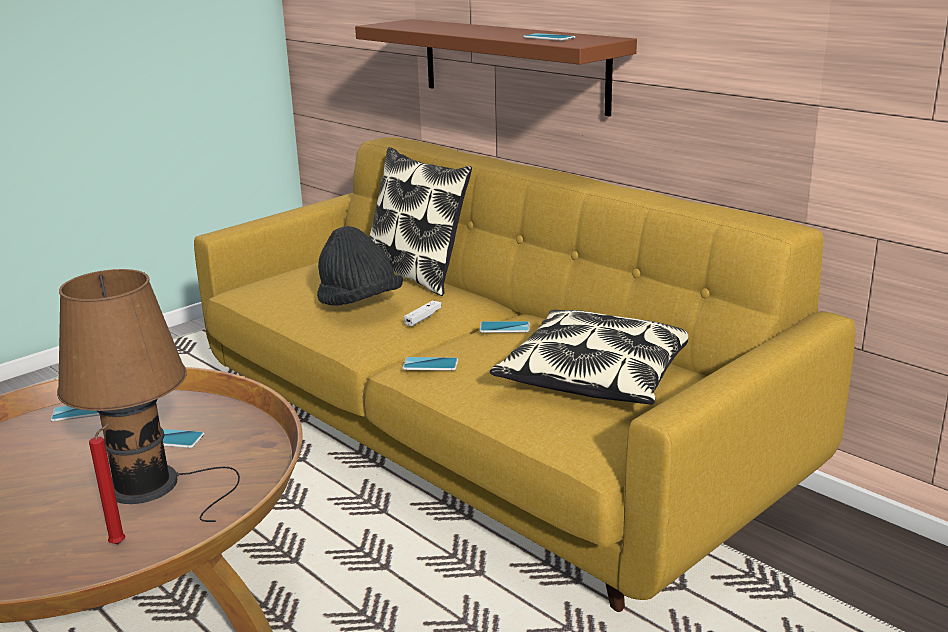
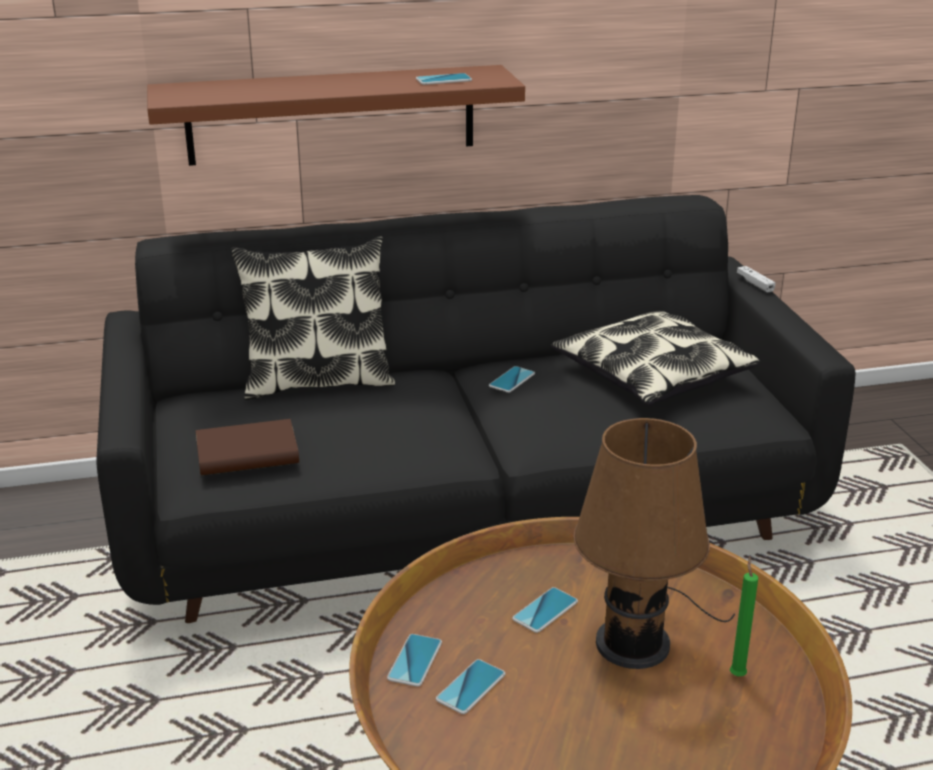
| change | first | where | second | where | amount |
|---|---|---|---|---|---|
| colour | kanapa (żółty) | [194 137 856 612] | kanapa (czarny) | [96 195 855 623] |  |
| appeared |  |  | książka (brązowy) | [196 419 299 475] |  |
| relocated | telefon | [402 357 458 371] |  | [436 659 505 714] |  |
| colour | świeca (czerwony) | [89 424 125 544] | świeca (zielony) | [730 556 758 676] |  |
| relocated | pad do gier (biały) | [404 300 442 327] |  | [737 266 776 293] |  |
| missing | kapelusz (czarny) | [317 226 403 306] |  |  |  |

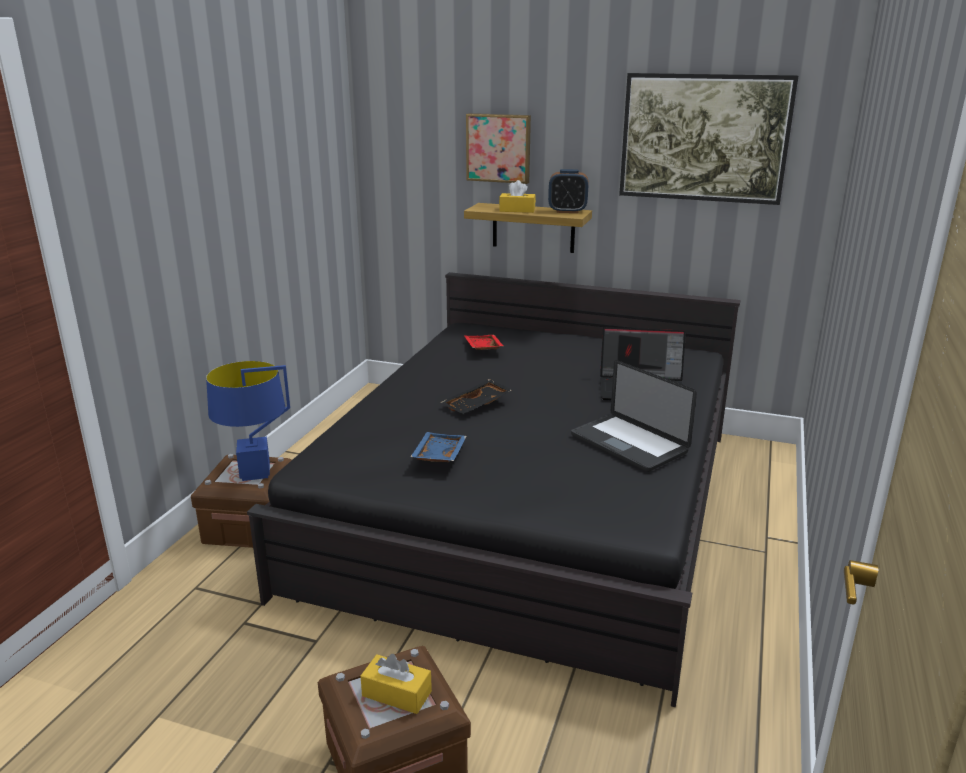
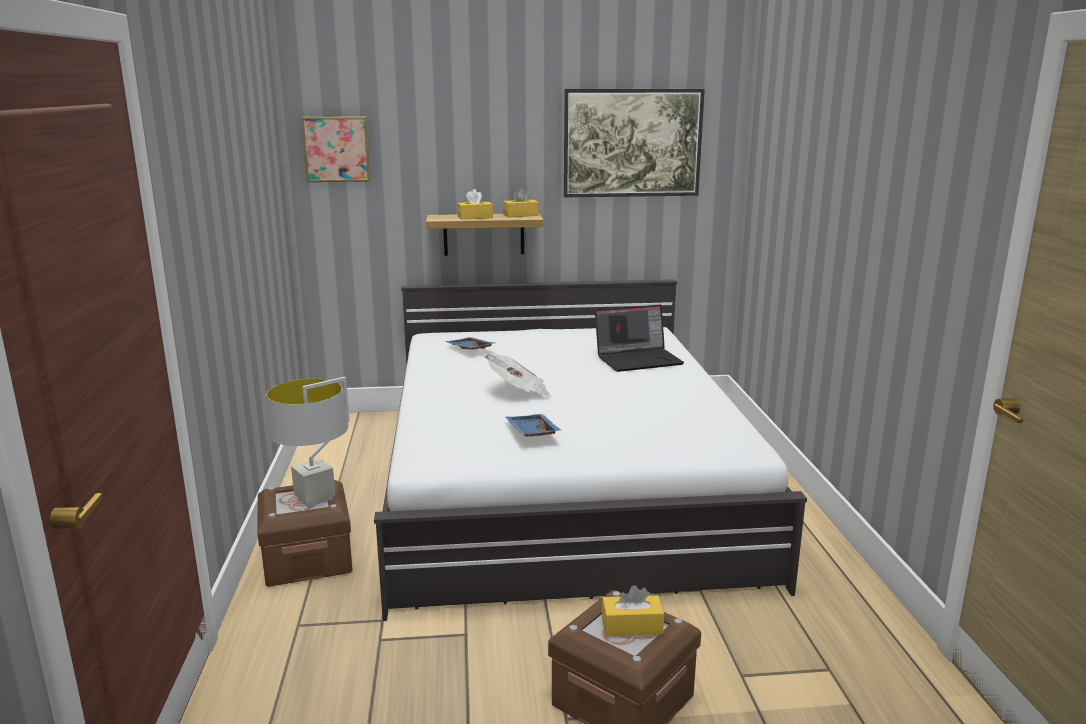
| change | first | where | second | where | amount |
|---|---|---|---|---|---|
| colour | lampa stołowa (niebieski) | [206 361 290 481] | lampa stołowa (szary) | [266 377 350 507] |  |
| relocated | obraz | [466 113 531 184] |  | [301 117 371 182] |  |
| colour | łóżko (czarny) | [247 272 740 707] | łóżko (biały) | [374 279 807 621] |  |
| colour | taca (czerwony) | [465 335 504 350] | taca (niebieski) | [445 337 494 350] |  |
| exchanged | taca (czarny) | [440 379 512 414] | gazeta | [483 354 551 397] |  |
| exchanged | budzik | [548 169 589 213] | pudełko chusteczek (żółty) | [503 188 538 217] |  |
| missing | laptop | [571 360 697 472] |  |  |  |

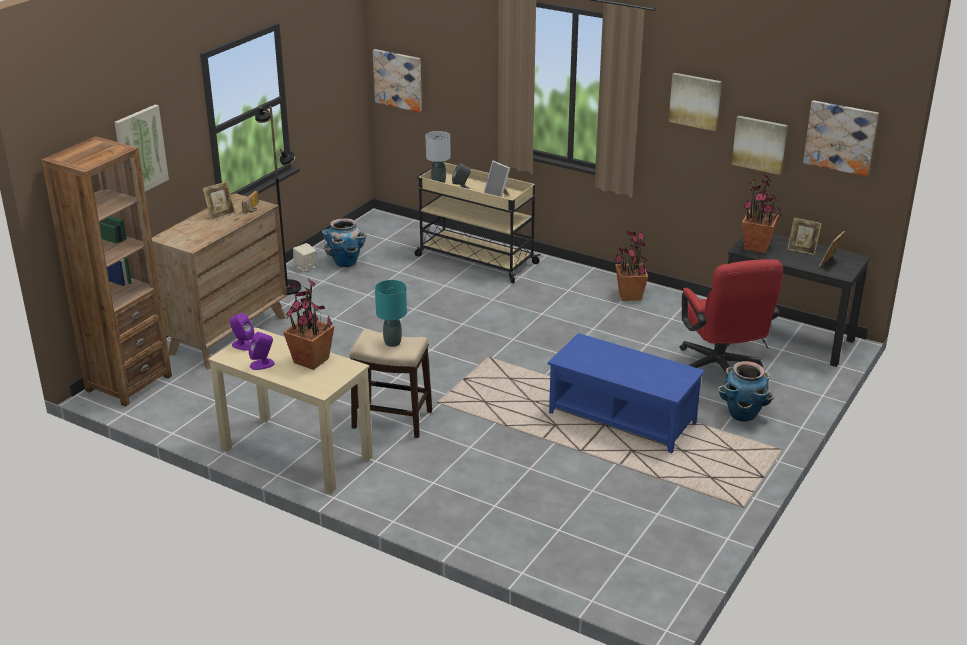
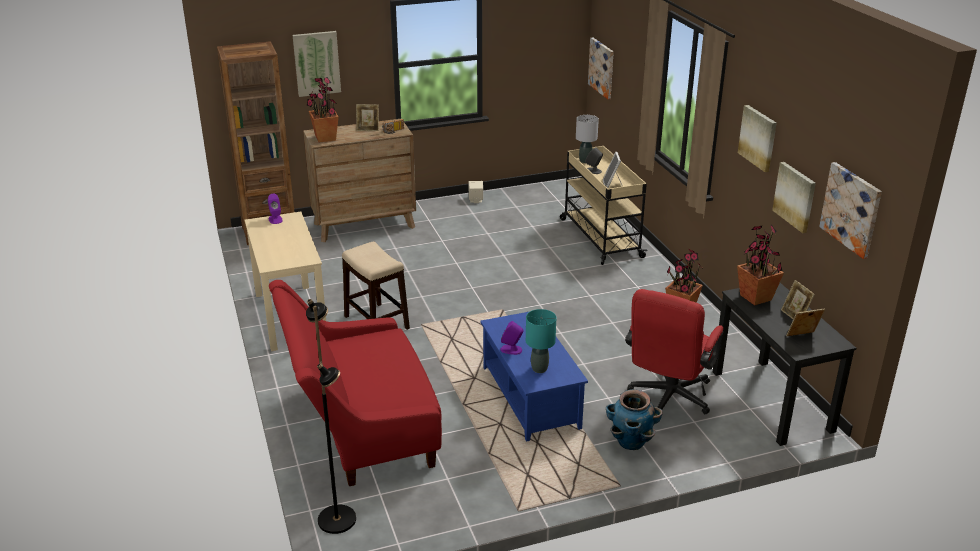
| change | first | where | second | where | amount |
|---|---|---|---|---|---|
| appeared |  |  | kanapa (czerwony) | [269 280 442 486] |  |
| relocated | lampa stojąca (czarny) | [255 105 301 295] |  | [306 299 356 534] |  |
| relocated | roślina doniczkowa | [283 278 334 370] |  | [307 77 339 143] |  |
| relocated | głośnik (fioletowy) | [248 332 275 370] |  | [500 321 523 355] |  |
| relocated | lampa stołowa (turkusowy) | [375 280 407 347] |  | [526 309 556 373] |  |
| missing | donica | [322 218 366 267] |  |  |  |

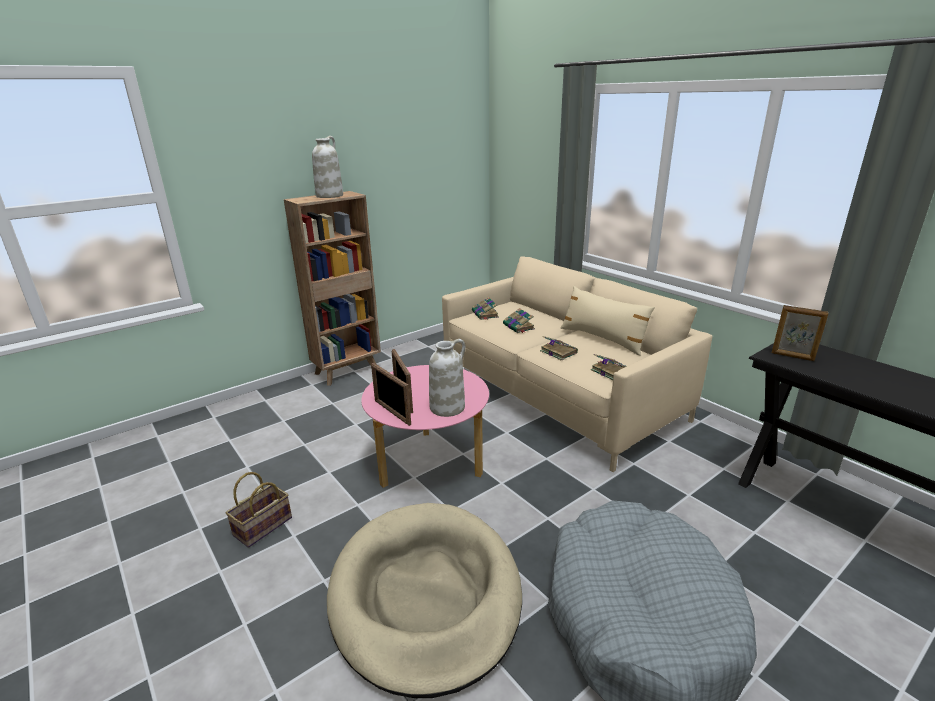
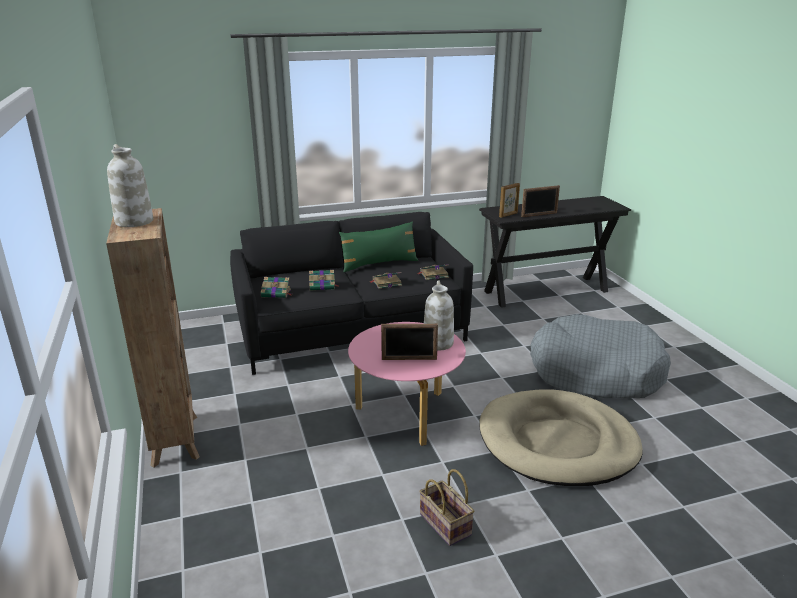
| change | first | where | second | where | amount |
|---|---|---|---|---|---|
| colour | kanapa (beżowy) | [442 256 713 472] | kanapa (czarny) | [230 212 473 375] |  |
| colour | poduszka (beżowy) | [561 286 655 356] | poduszka (zielony) | [339 221 418 272] |  |
| relocated | ramka na zdjęcie | [371 363 411 426] |  | [521 185 560 217] |  |

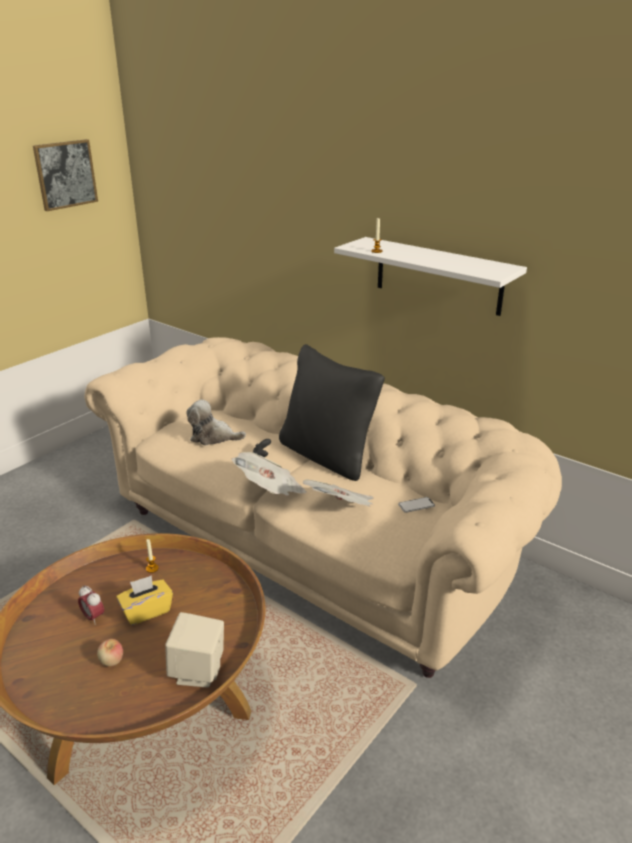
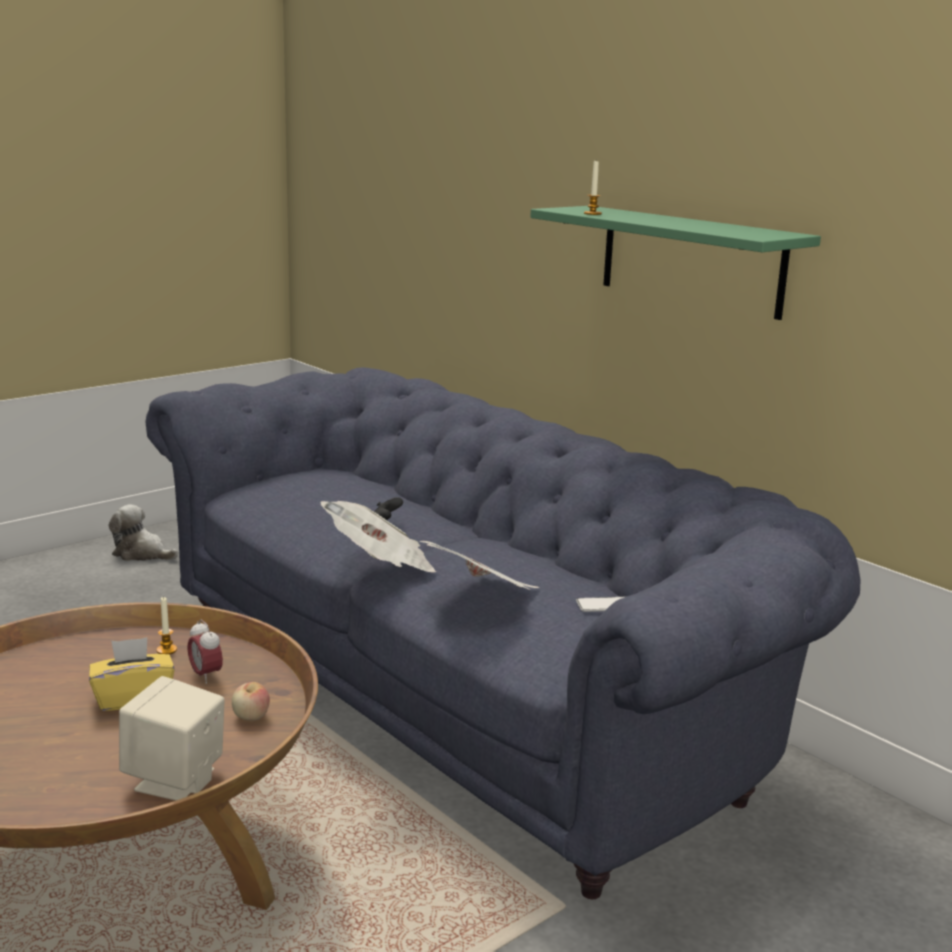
| change | first | where | second | where | amount |
|---|---|---|---|---|---|
| relocated | pluszak | [186 400 246 445] |  | [109 504 178 561] |  |
| colour | kanapa (beżowy) | [84 337 562 678] | kanapa (niebieski) | [145 367 861 899] |  |
| relocated | budzik | [78 585 104 625] |  | [188 619 223 684] |  |
| relocated | jabłko | [97 639 123 666] |  | [232 682 270 721] |  |
| colour | półka (biały) | [334 237 527 316] | półka (zielony) | [530 206 821 320] |  |
| missing | obraz | [33 139 98 211] |  |  |  |
| missing | poduszka (czarny) | [279 344 385 481] |  |  |  |

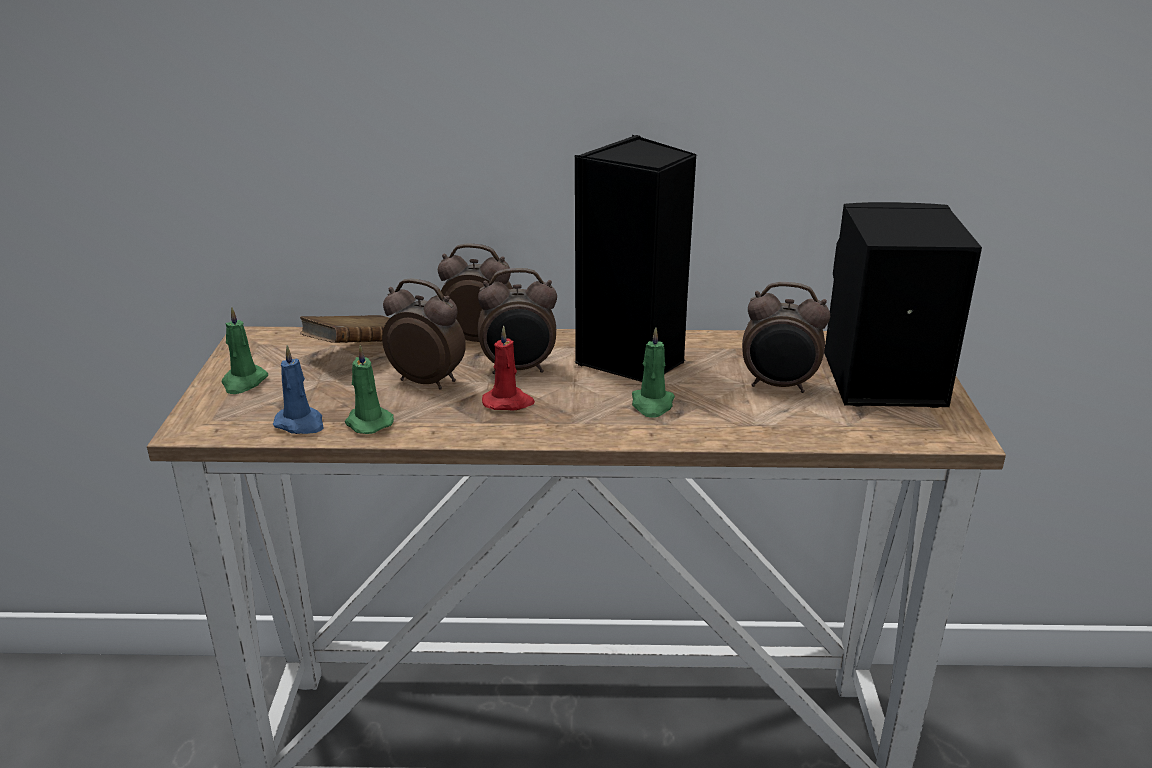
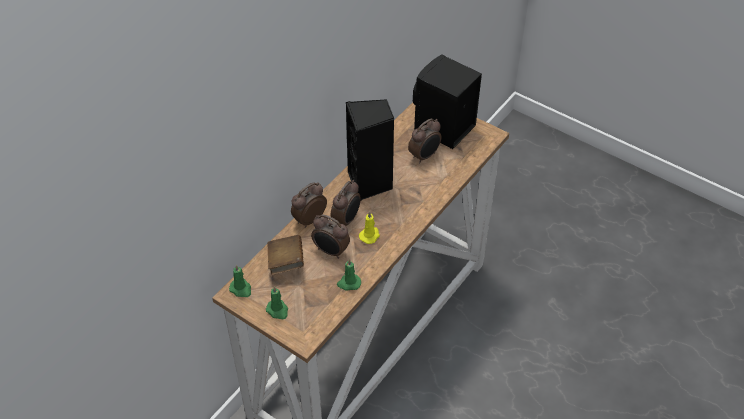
| change | first | where | second | where | amount |
|---|---|---|---|---|---|
| relocated | świeca (zielony) | [632 327 675 418] |  | [229 265 251 297] |  |
| spun | budzik | [382 278 466 390] |  | [311 214 350 259] | 120 degrees counterclockwise |
| colour | świeca (czerwony) | [482 326 535 411] | świeca (żółty) | [359 211 380 244] |  |
| missing | świeca (niebieski) | [273 345 323 434] |  |  |  |

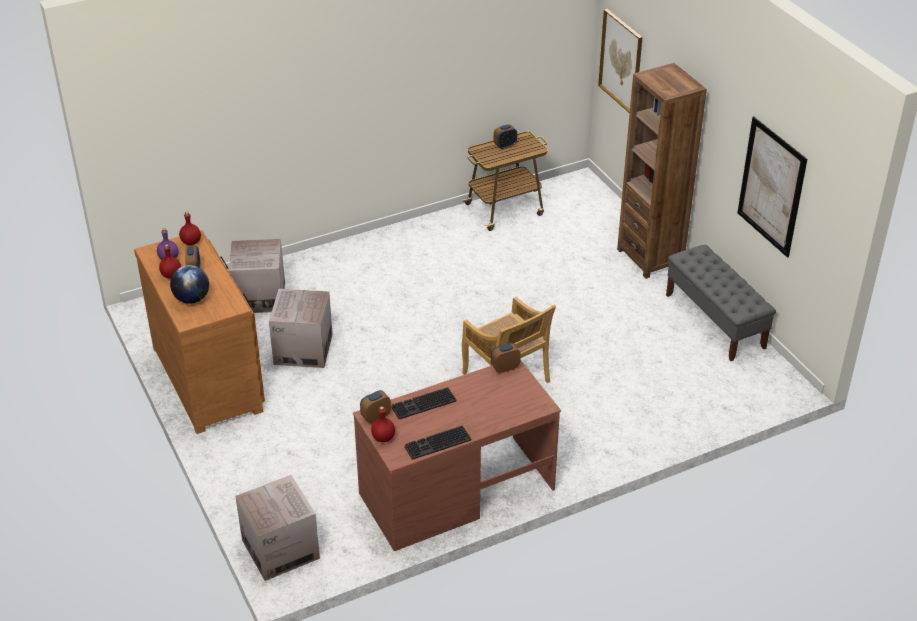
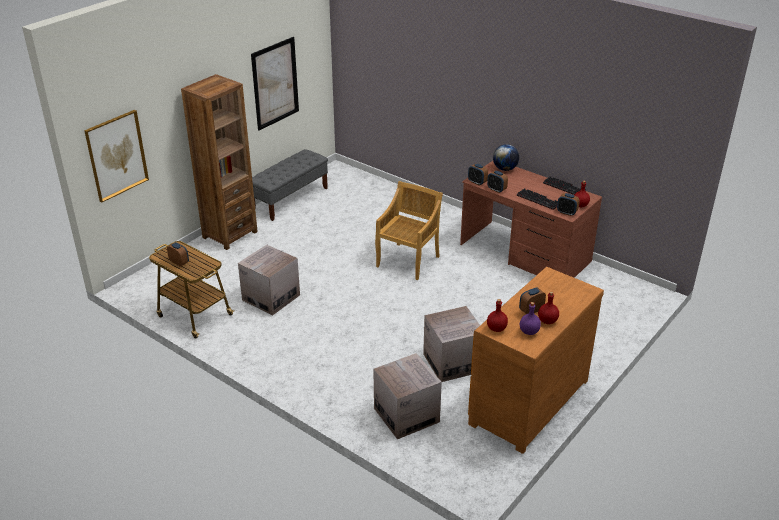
| change | first | where | second | where | amount |
|---|---|---|---|---|---|
| relocated | karton | [235 475 320 581] |  | [238 244 300 316] |  |
| appeared |  |  | budzik | [487 171 508 193] |  |
| relocated | globus | [170 265 209 304] |  | [493 144 519 171] |  |

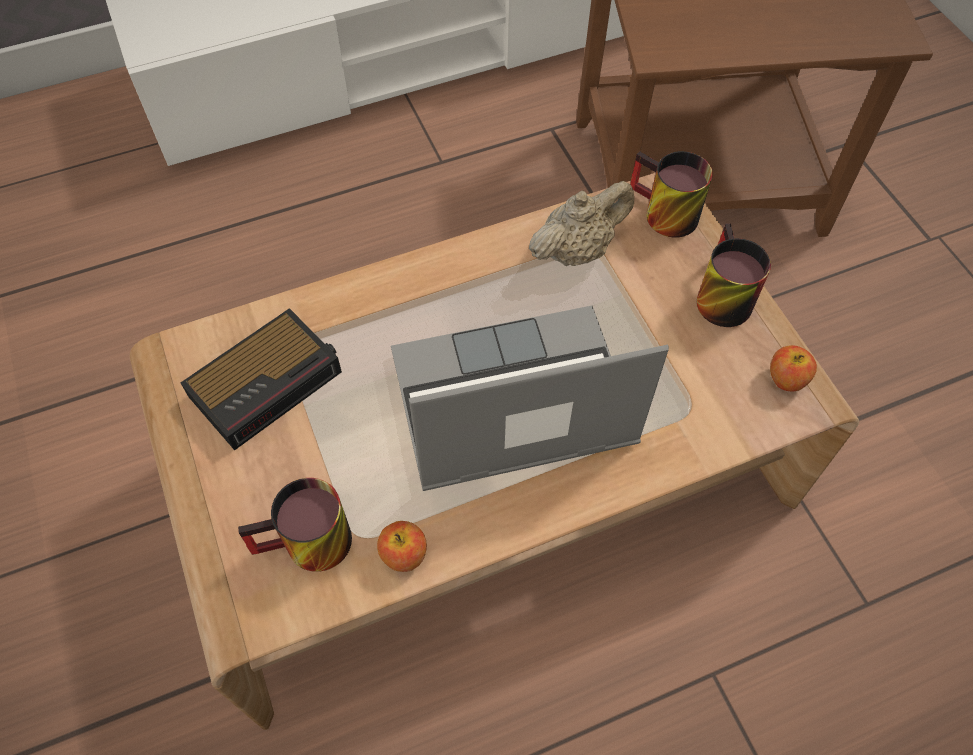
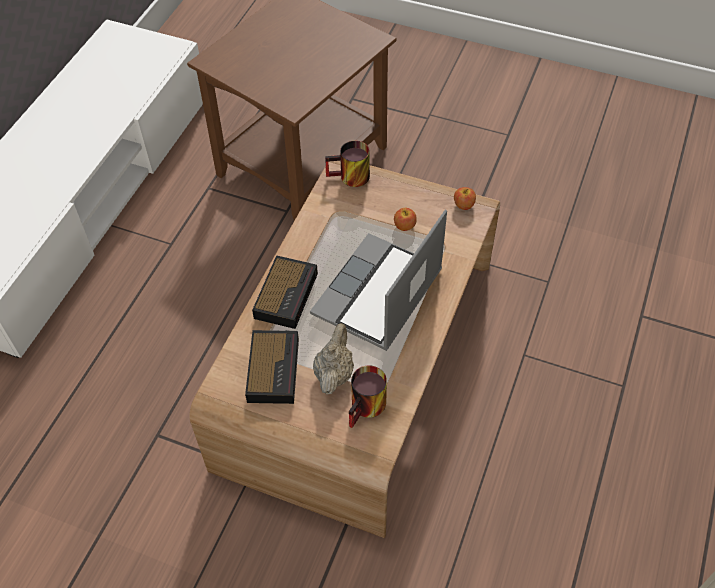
| change | first | where | second | where | amount |
|---|---|---|---|---|---|
| appeared |  |  | budzik | [252 255 318 329] |  |
| relocated | imbryk (beżowy) | [529 181 634 266] |  | [313 323 354 395] |  |
| relocated | jabłko | [377 521 427 572] |  | [394 208 417 231] |  |
| missing | kubek | [697 224 771 327] |  |  |  |

